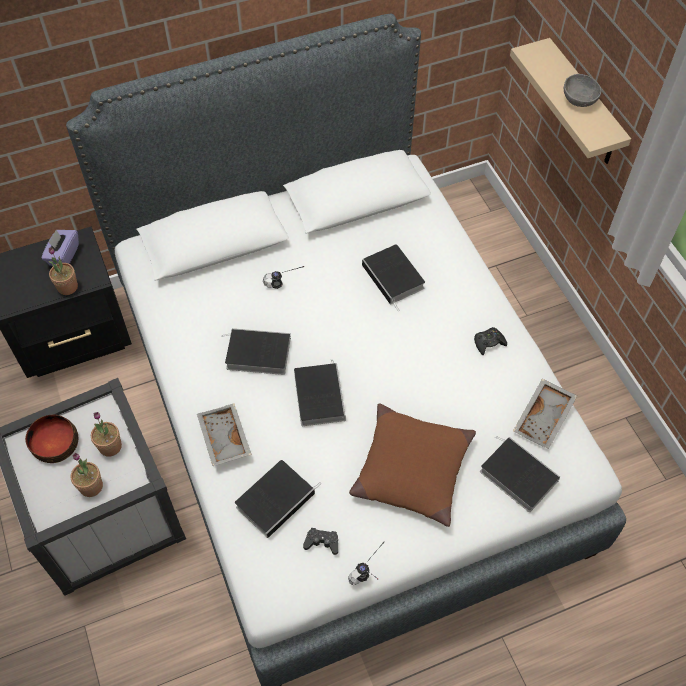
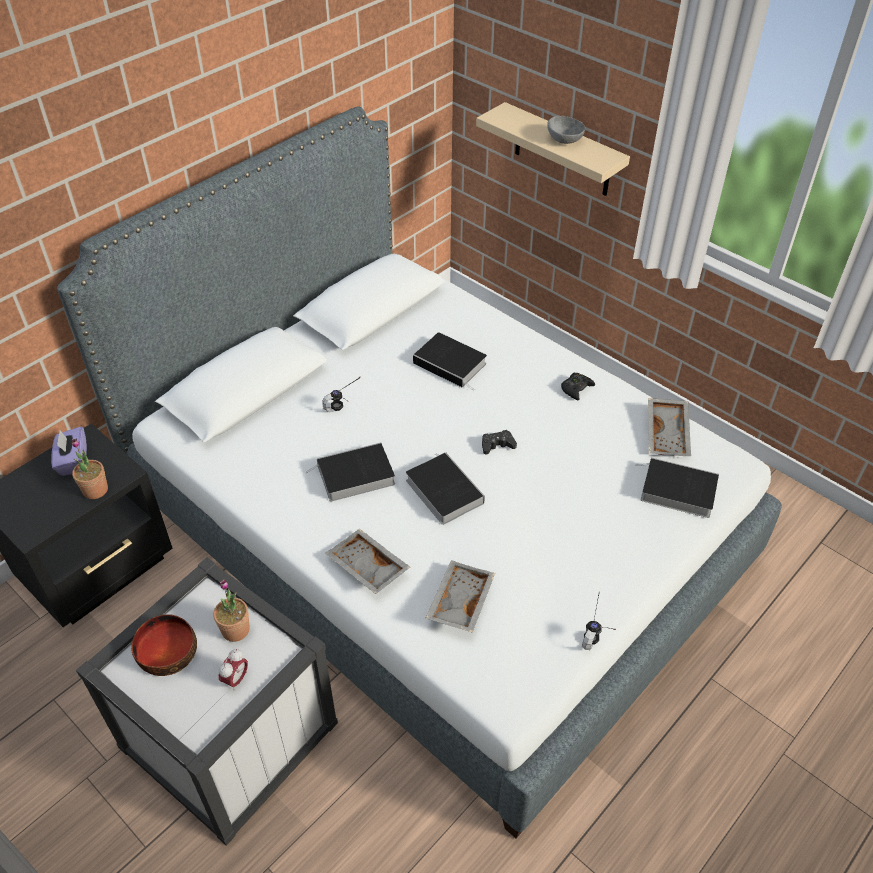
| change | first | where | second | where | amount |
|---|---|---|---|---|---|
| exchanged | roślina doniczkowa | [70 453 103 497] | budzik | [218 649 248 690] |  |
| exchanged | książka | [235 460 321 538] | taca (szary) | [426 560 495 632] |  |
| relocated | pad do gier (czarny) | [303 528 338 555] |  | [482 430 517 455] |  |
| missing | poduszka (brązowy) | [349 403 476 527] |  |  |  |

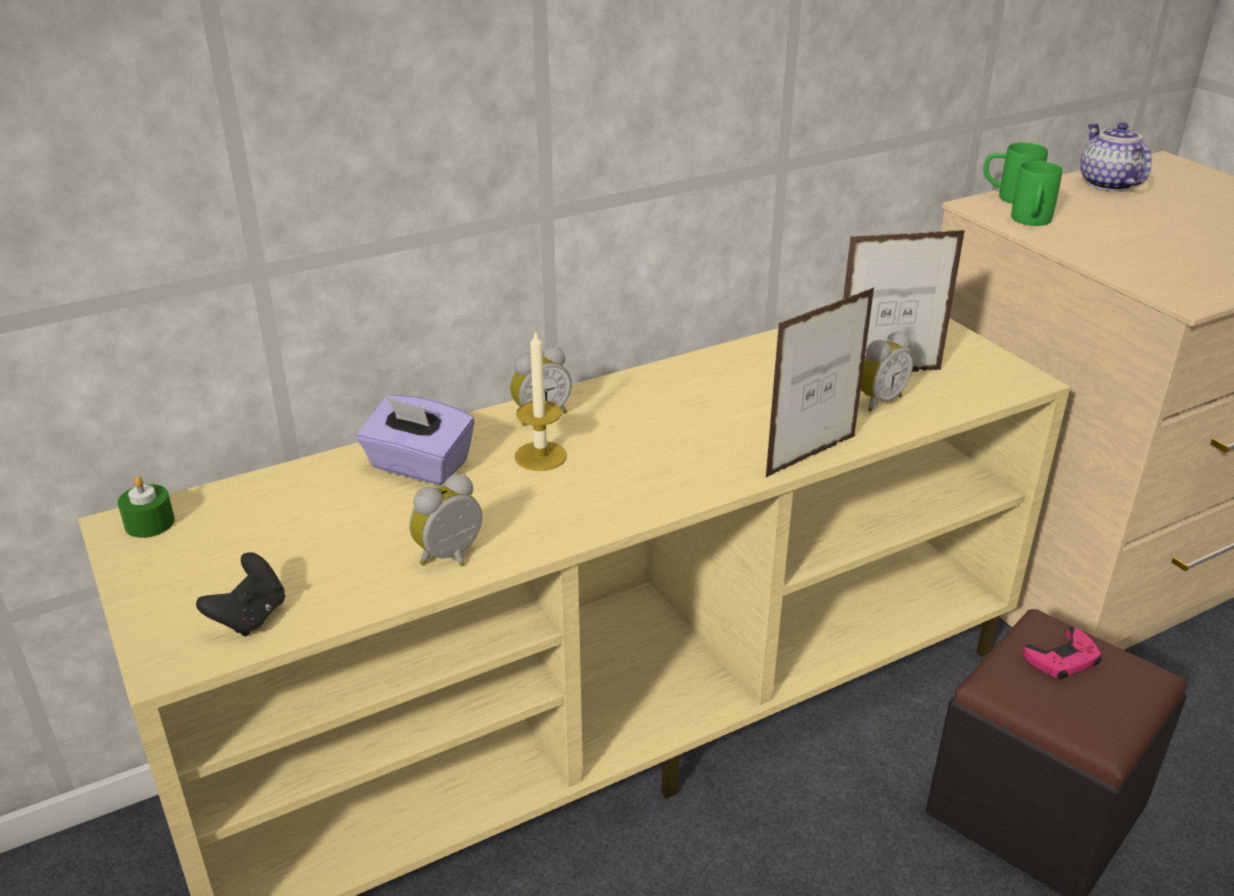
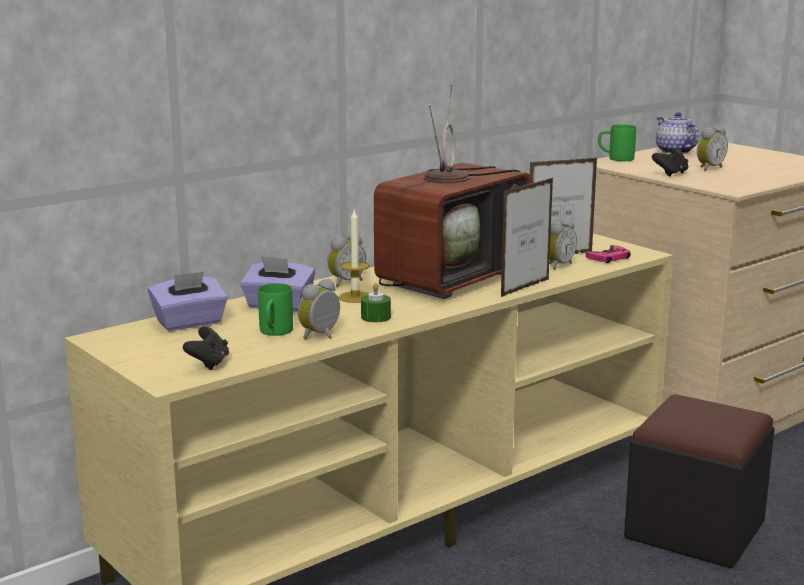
| change | first | where | second | where | amount |
|---|---|---|---|---|---|
| appeared |  |  | pudełko chusteczek (fioletowy) | [148 271 228 331] |  |
| relocated | kubek (zielony) | [1011 161 1063 226] |  | [258 283 293 336] |  |
| relocated | świeca (zielony) | [118 476 175 538] |  | [361 283 391 322] |  |
| appeared |  |  | telewizor | [374 79 532 299] |  |
| relocated | pad do gier (różowy) | [1023 627 1102 679] |  | [586 245 631 263] |  |
| appeared |  |  | pad do gier (czarny) | [652 149 688 177] |  |
| appeared |  |  | budzik | [697 126 728 171] |  |

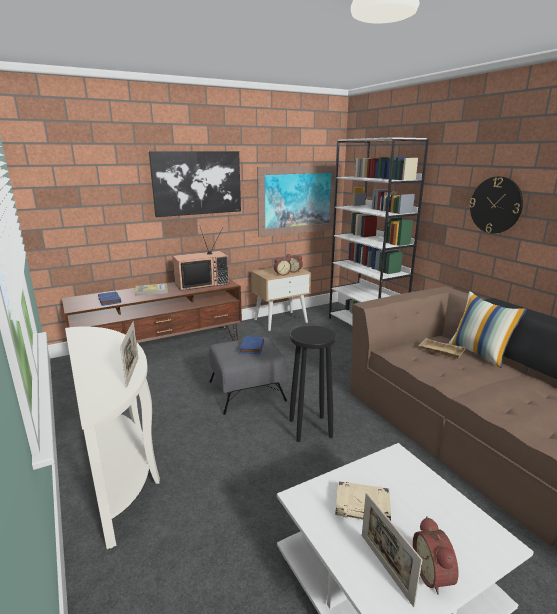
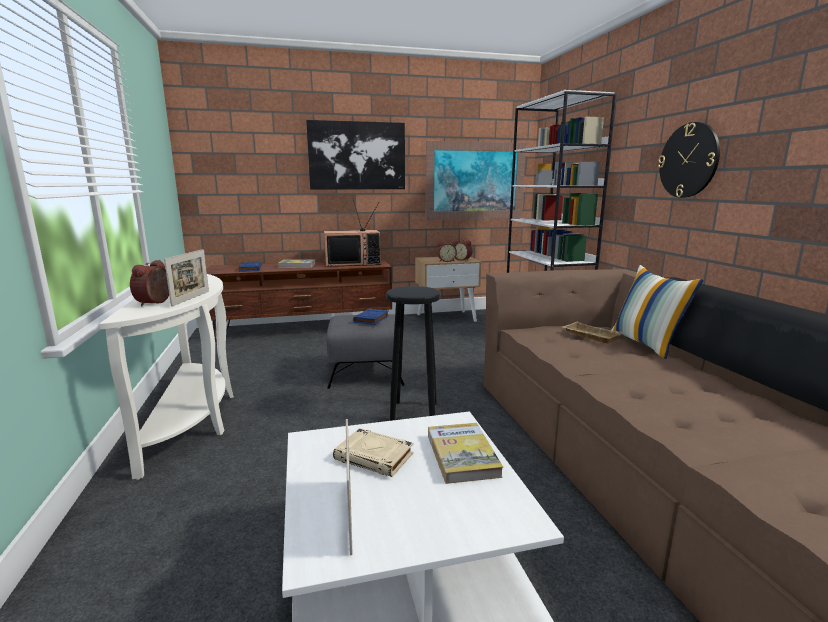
| change | first | where | second | where | amount |
|---|---|---|---|---|---|
| relocated | budzik | [413 516 459 595] |  | [130 260 169 306] |  |
| appeared |  |  | książka | [428 423 503 484] |  |

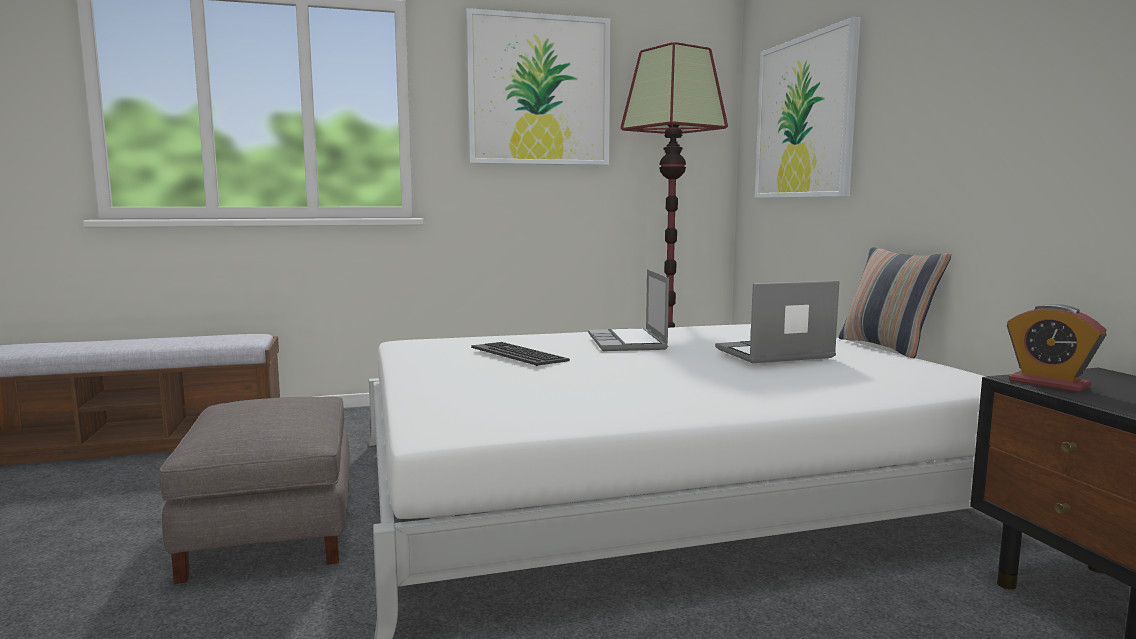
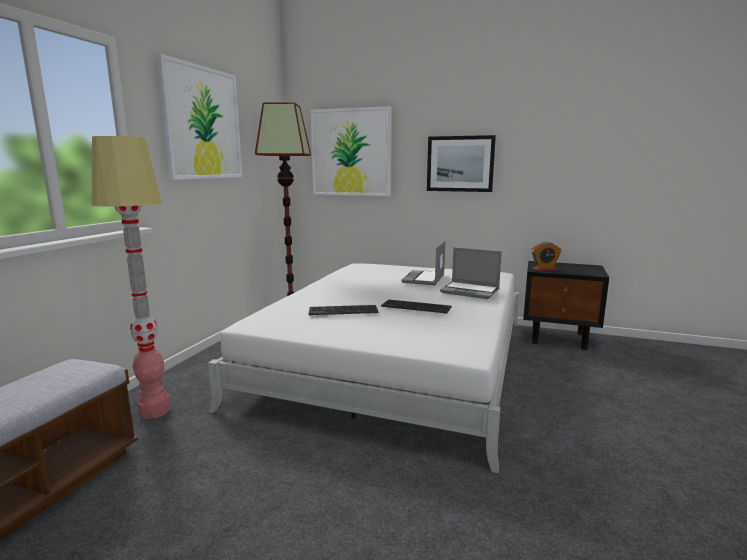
| change | first | where | second | where | amount |
|---|---|---|---|---|---|
| appeared |  |  | lampa stojąca | [92 136 170 419] |  |
| appeared |  |  | klawiatura | [381 299 452 314] |  |
| appeared |  |  | obraz | [427 135 496 192] |  |
| relocated | laptop | [588 269 669 351] |  | [440 247 502 299] |  |
| missing | pufa (szary) | [159 397 350 584] |  |  |  |
| missing | poduszka | [839 247 951 358] |  |  |  |

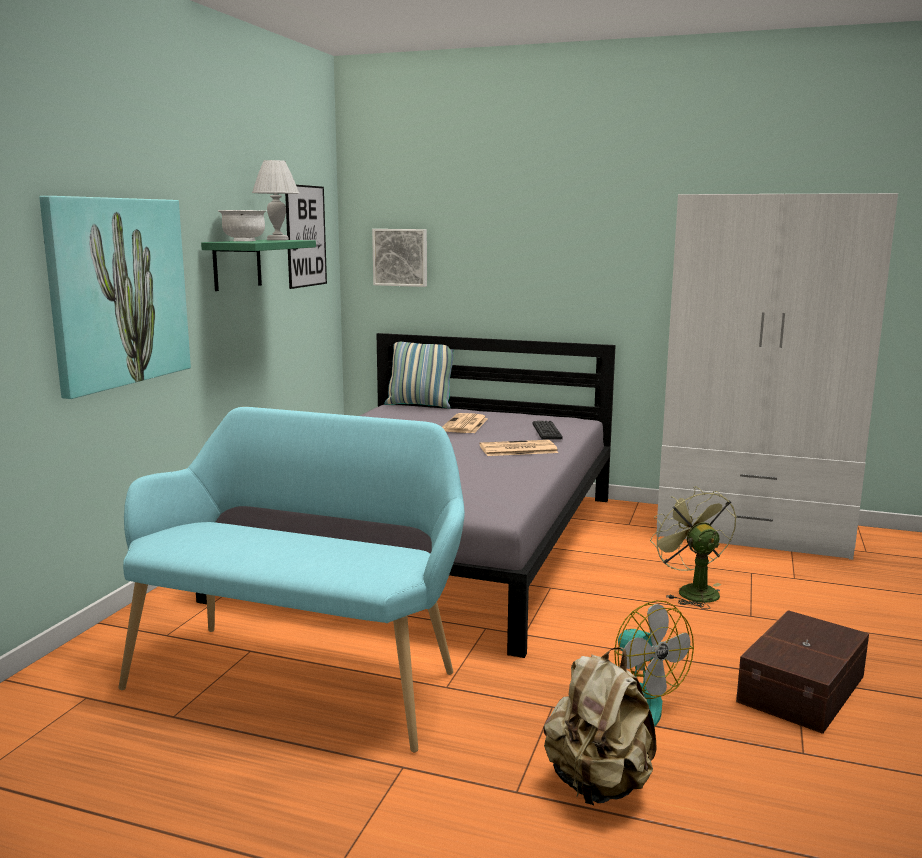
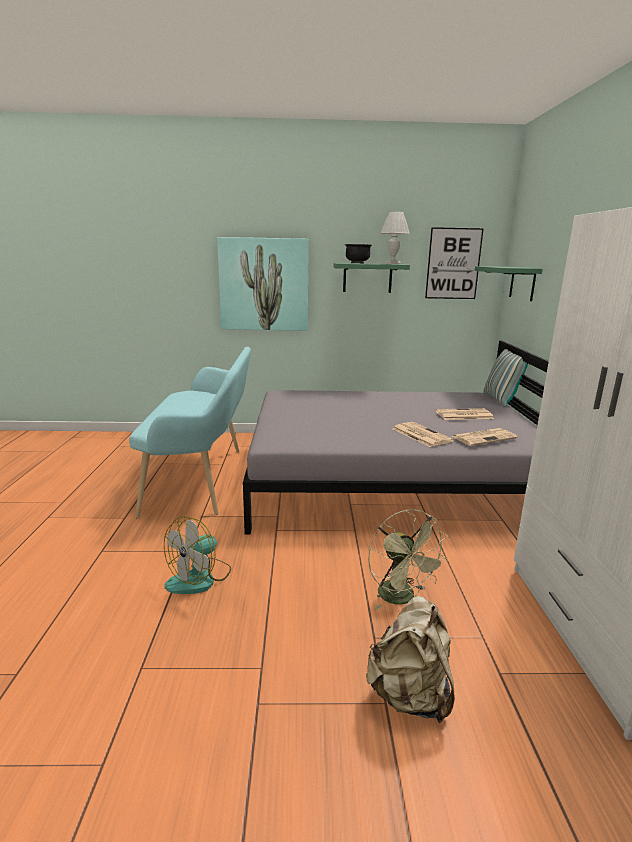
| change | first | where | second | where | amount |
|---|---|---|---|---|---|
| colour | miska (biały) | [218 210 267 241] | miska (czarny) | [345 244 372 263] |  |
| relocated | plecak (beżowy) | [544 647 657 805] |  | [366 596 455 723] |  |
| spun | wentylator (zielony) | [650 486 736 609] |  | [368 509 449 610] | 105 degrees clockwise |
| exchanged | klawiatura | [533 421 563 440] | gazeta | [451 428 518 446] |  |
| exchanged | obraz | [372 229 427 287] | półka (zielony) | [475 266 543 301] |  |
| missing | pojemnik do przechowywania (brązowy) | [736 610 869 734] |  |  |  |

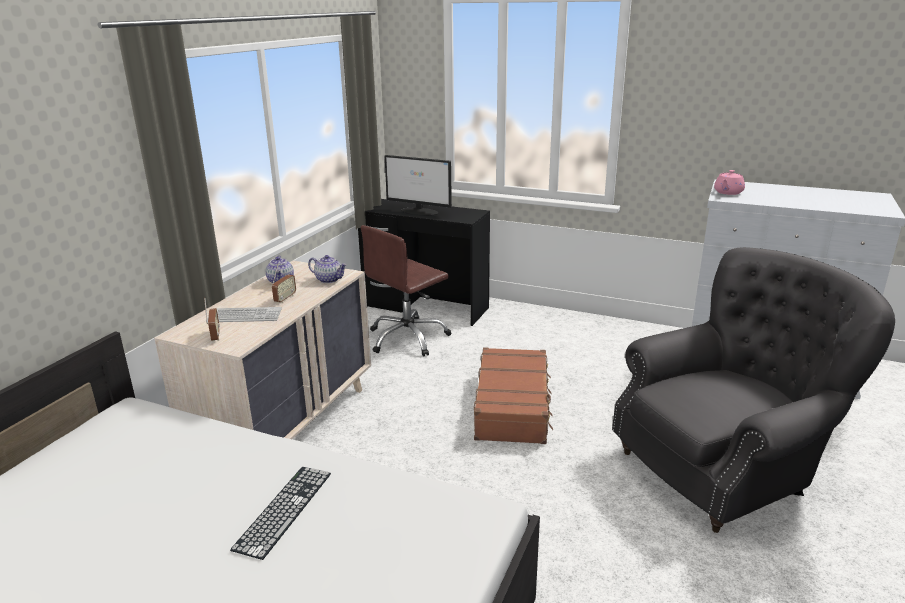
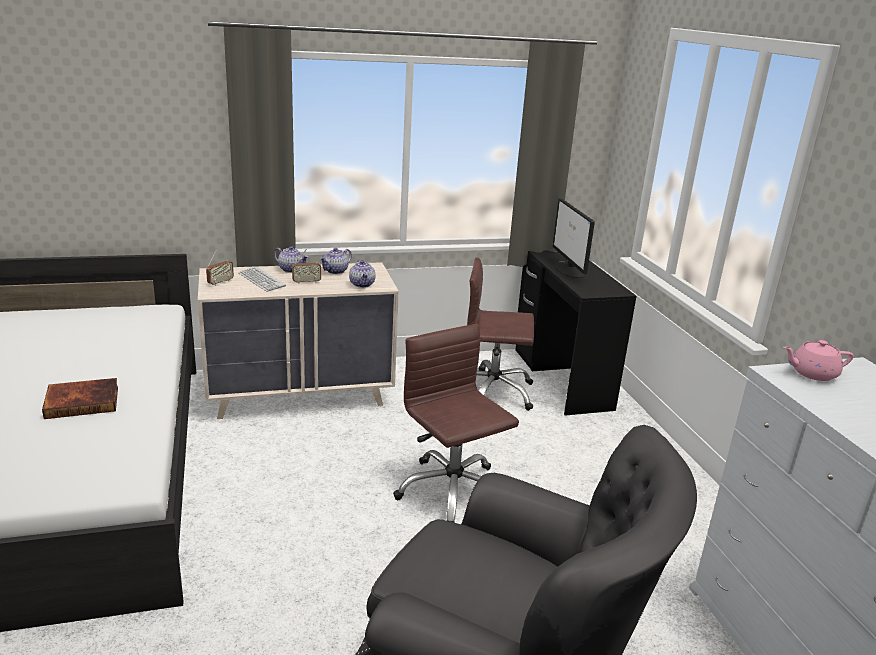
| change | first | where | second | where | amount |
|---|---|---|---|---|---|
| exchanged | klawiatura | [230 467 331 560] | książka | [42 378 118 419] |  |
| appeared |  |  | imbryk | [274 246 308 273] |  |
| exchanged | walizka (brązowy) | [474 347 553 444] | krzesło biurowe (brązowy) | [393 324 519 523] |  |

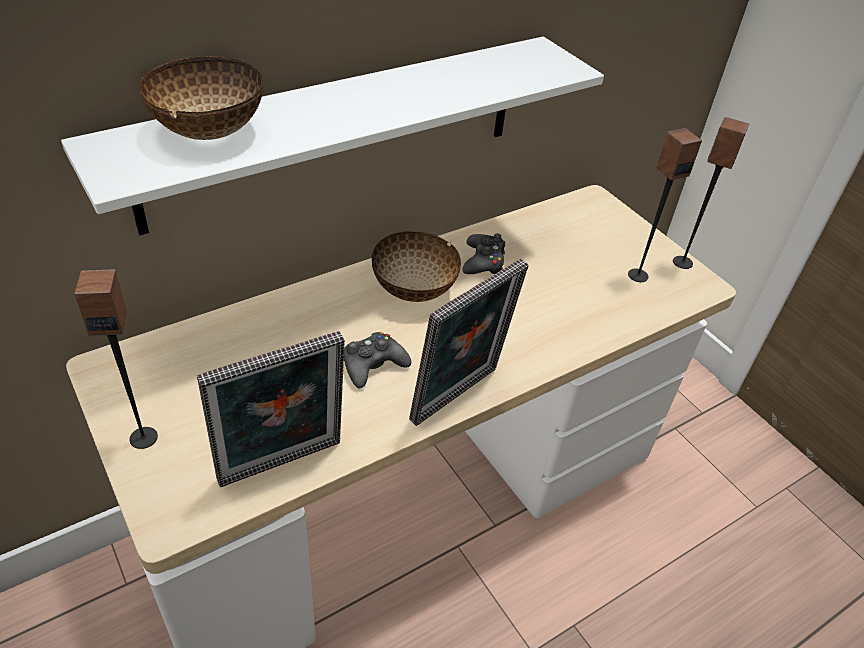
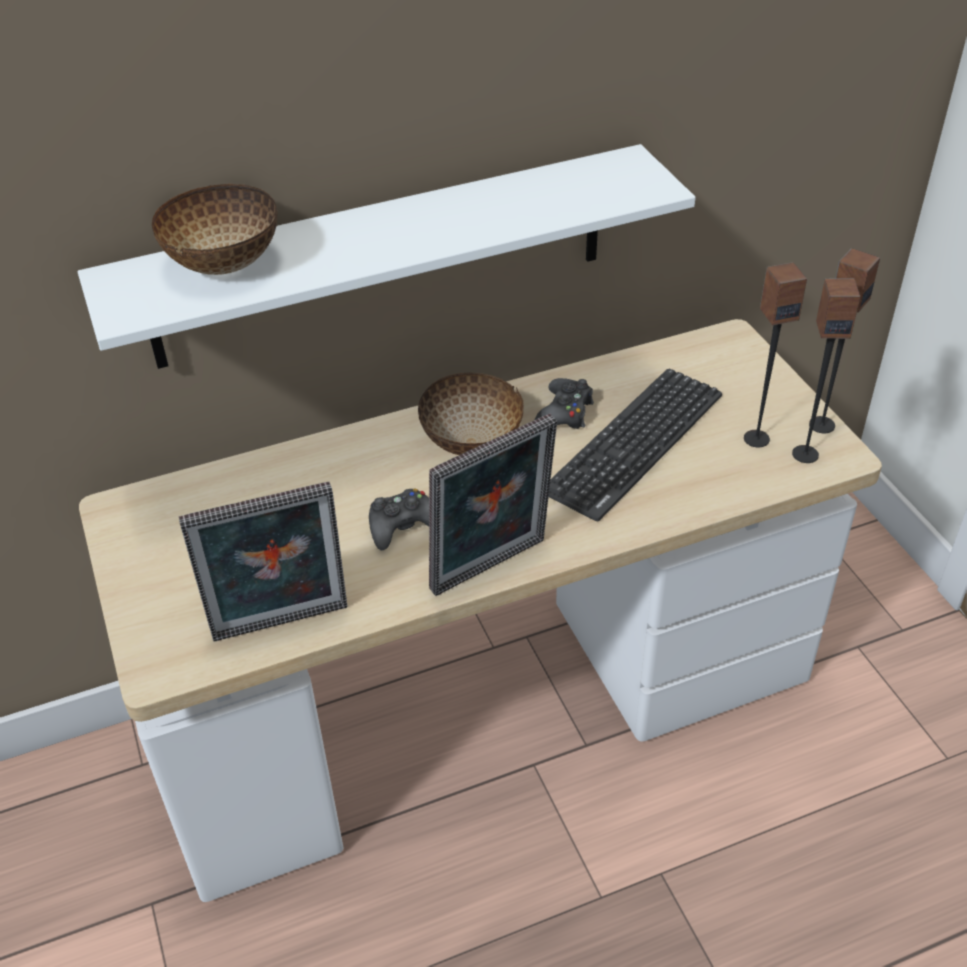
| change | first | where | second | where | amount |
|---|---|---|---|---|---|
| appeared |  |  | klawiatura | [549 368 722 521] |  |
| relocated | głośnik | [74 269 158 449] |  | [792 278 860 463] |  |

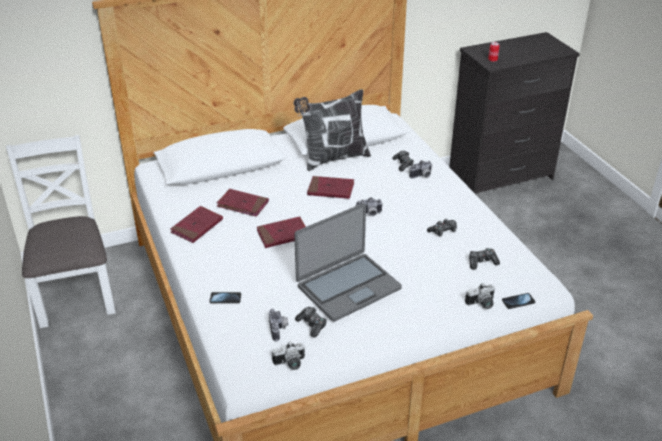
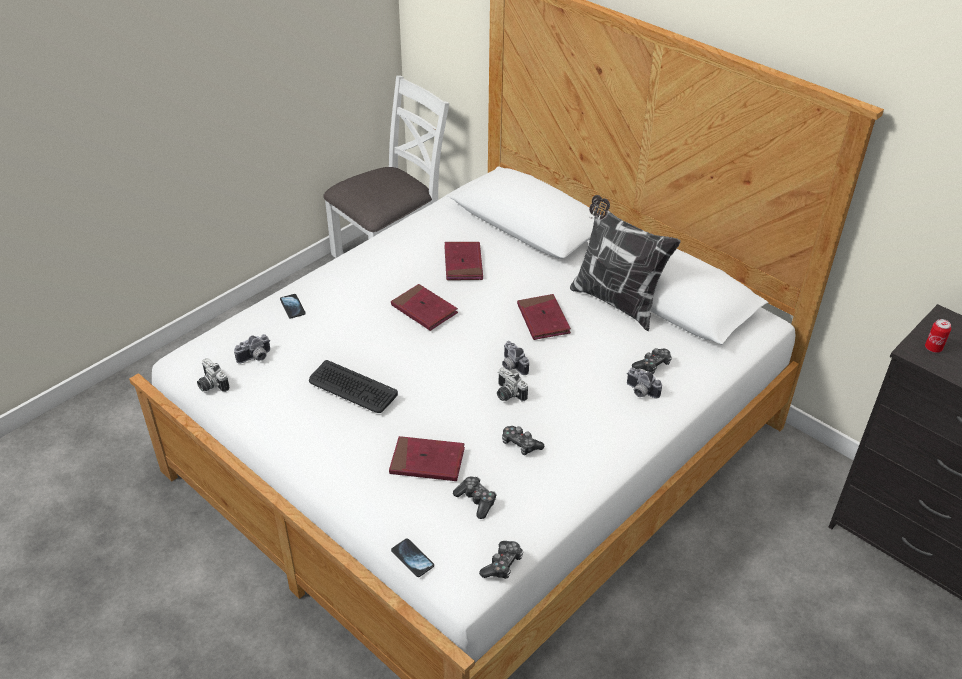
| change | first | where | second | where | amount |
|---|---|---|---|---|---|
| exchanged | laptop | [294 203 402 322] | klawiatura | [309 360 398 413] |  |
| relocated | książka (czerwony) | [170 206 223 243] |  | [389 436 465 481] |  |
| relocated | pad do gier | [295 307 327 337] |  | [479 541 523 579] |  |
| relocated | aparat fotograficzny | [465 283 495 309] |  | [497 367 528 401] |  |

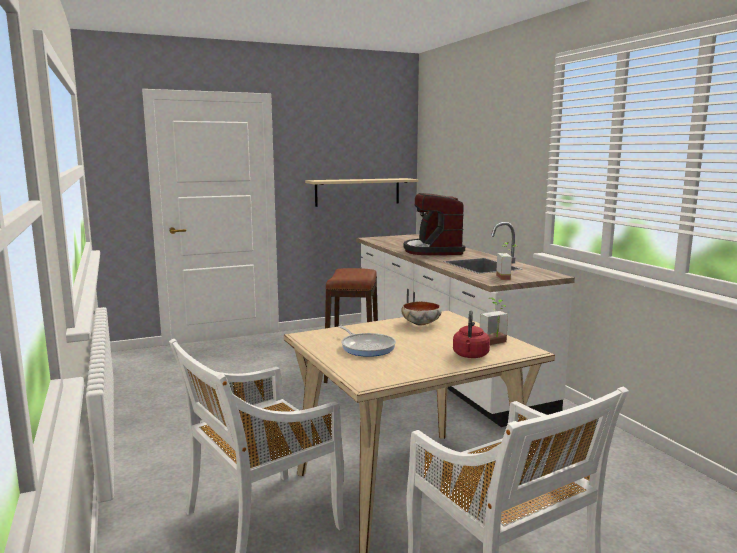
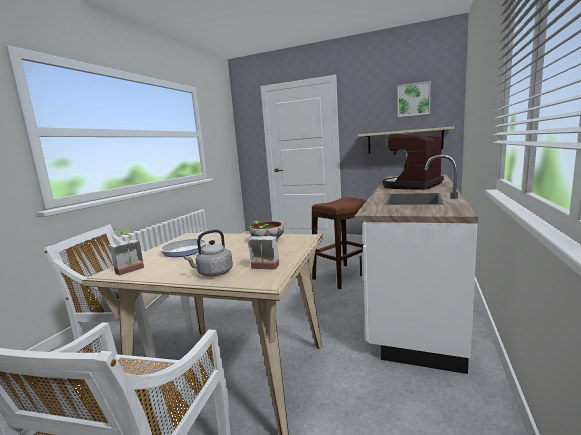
| change | first | where | second | where | amount |
|---|---|---|---|---|---|
| relocated | roślina doniczkowa | [496 242 517 280] |  | [110 228 144 276] |  |
| colour | czajnik (czerwony) | [453 311 490 358] | czajnik (szary) | [184 229 233 276] |  |
| appeared |  |  | obraz | [398 81 431 117] |  |

